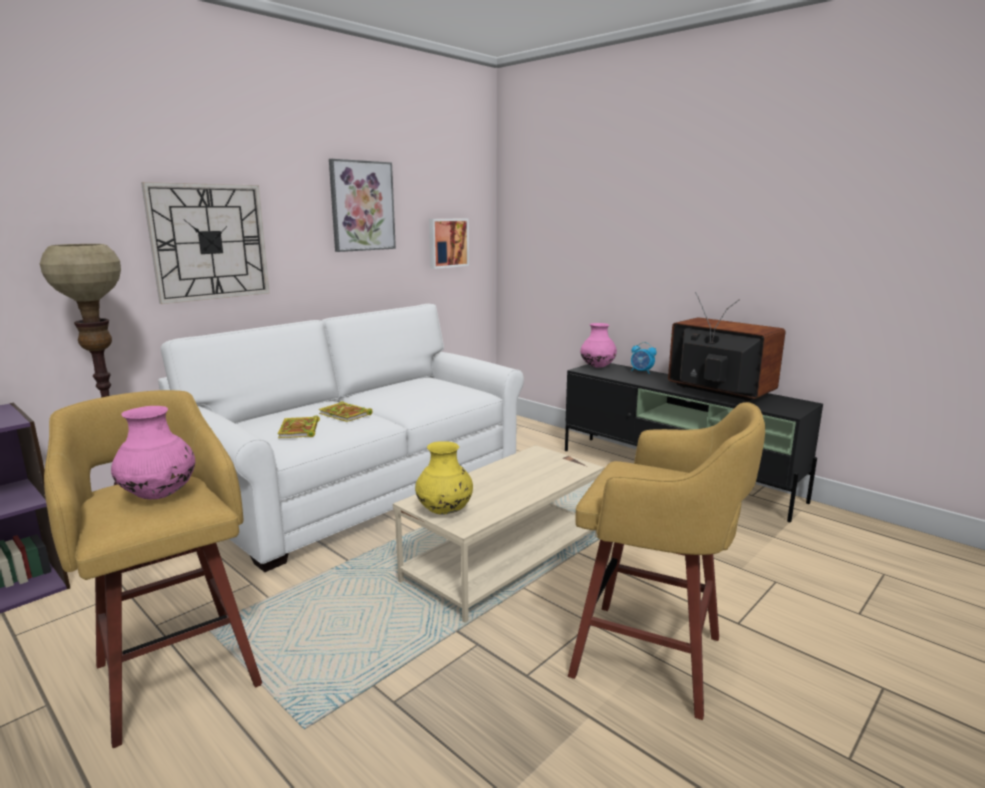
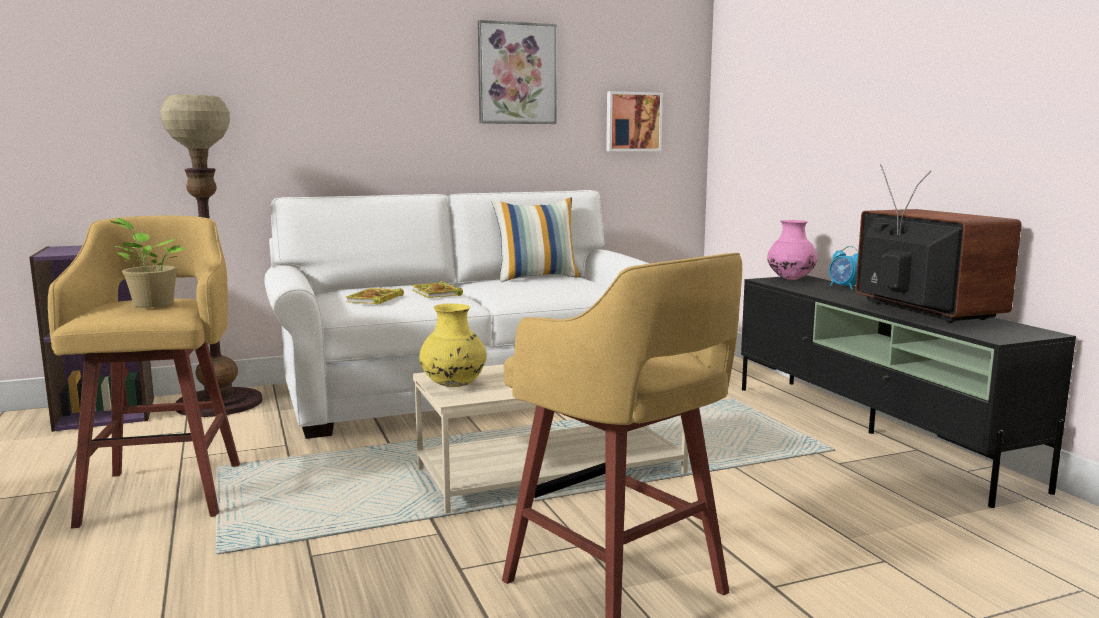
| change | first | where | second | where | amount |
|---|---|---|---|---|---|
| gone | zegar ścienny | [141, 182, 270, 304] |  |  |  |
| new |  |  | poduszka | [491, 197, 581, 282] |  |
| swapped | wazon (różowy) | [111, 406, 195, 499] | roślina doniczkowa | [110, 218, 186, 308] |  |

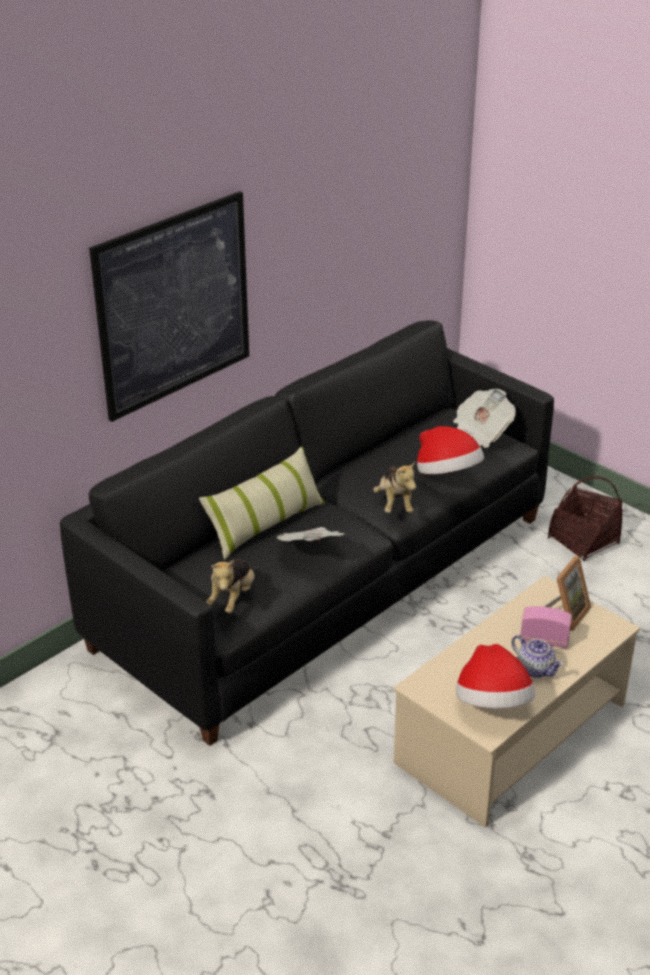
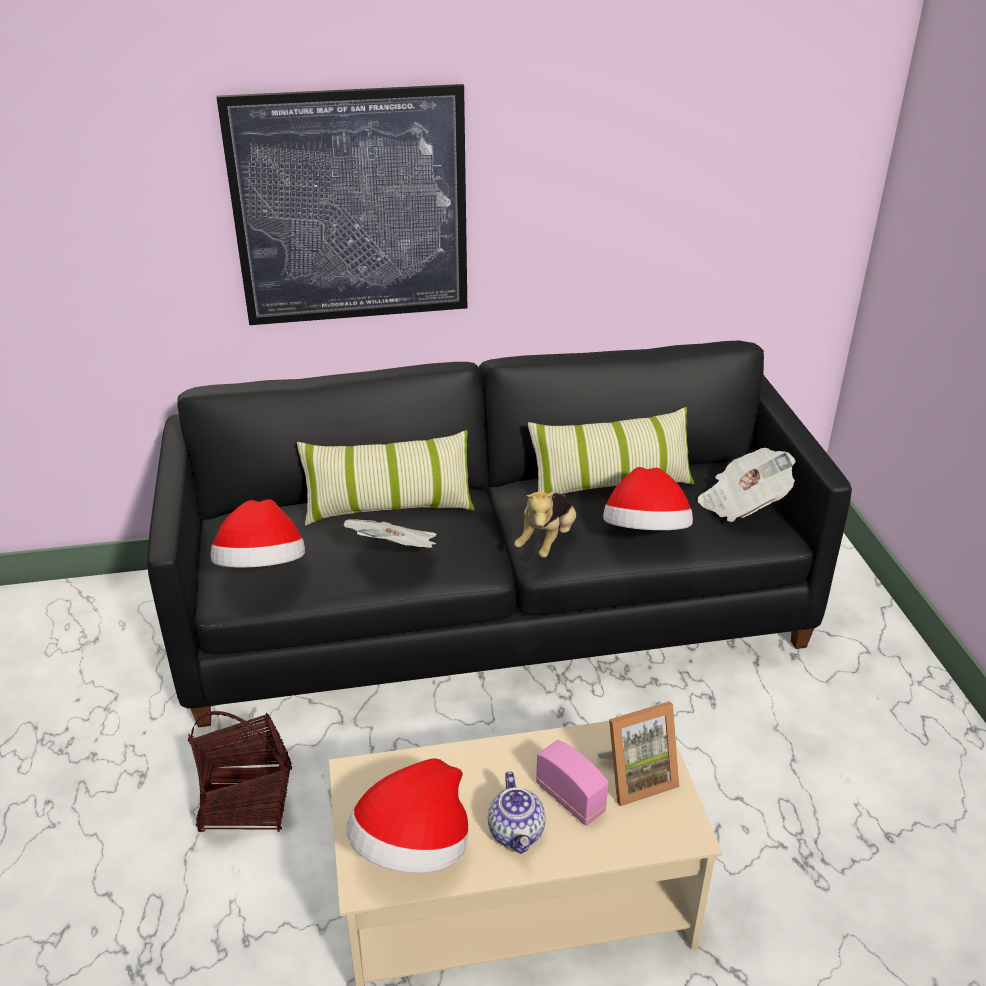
| change | first | where | second | where | amount |
|---|---|---|---|---|---|
| new |  |  | poduszka | [528, 407, 694, 494] |  |
| shifted | koszyk | [548, 476, 623, 561] |  | [187, 711, 292, 832] |  |
| swapped | pluszak | [205, 559, 255, 614] | kapelusz | [211, 499, 305, 568] |  |

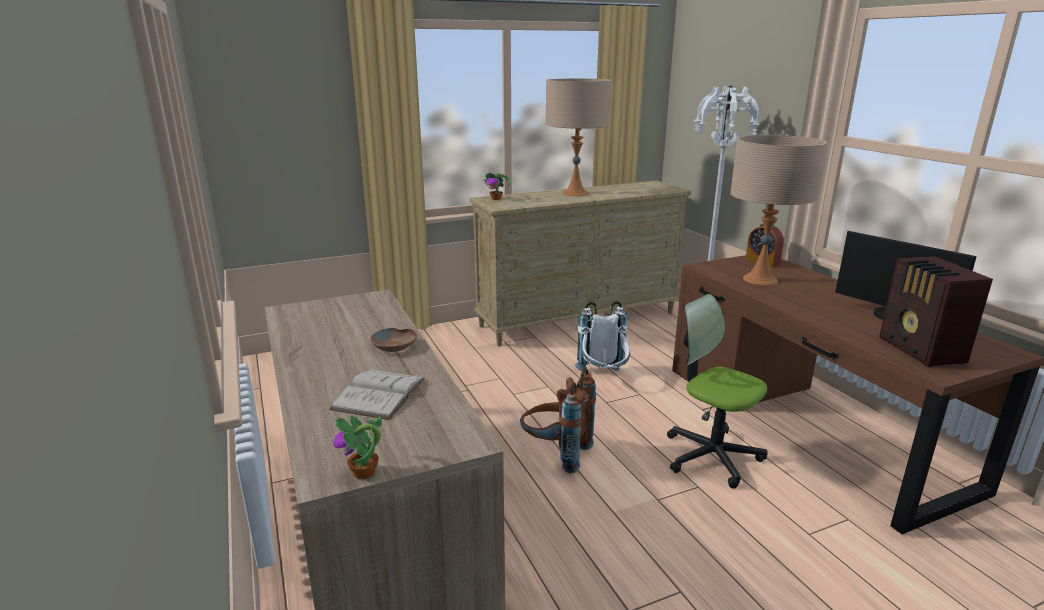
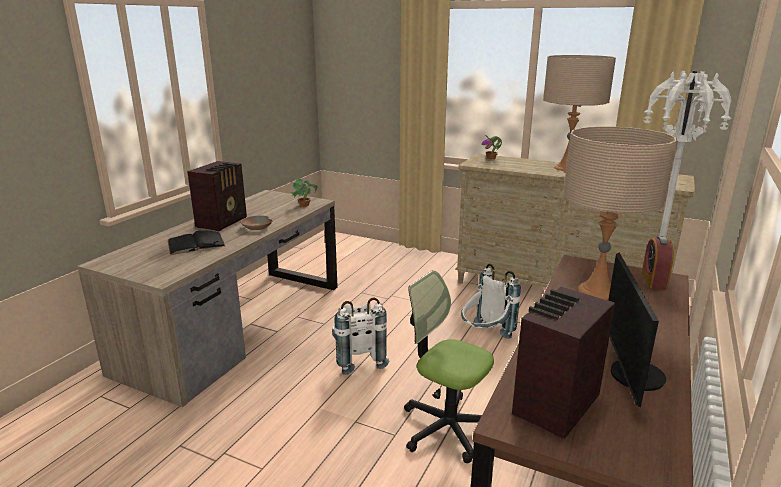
| change | first | where | second | where | amount |
|---|---|---|---|---|---|
| new |  |  | radio | [187, 161, 247, 231] |  |
| shifted | roślina doniczkowa | [333, 415, 382, 479] |  | [290, 178, 318, 207] |  |
| repainted | książka (biały) | [329, 370, 425, 420] | książka (czarny) | [168, 230, 225, 255] |  |
| repainted | plecak (brązowy) | [520, 369, 596, 473] | plecak (biały) | [332, 298, 389, 375] |  |
| rotated | krzesło biurowe | [667, 294, 768, 489] |  | [404, 270, 494, 463] | 60 degrees counterclockwise |

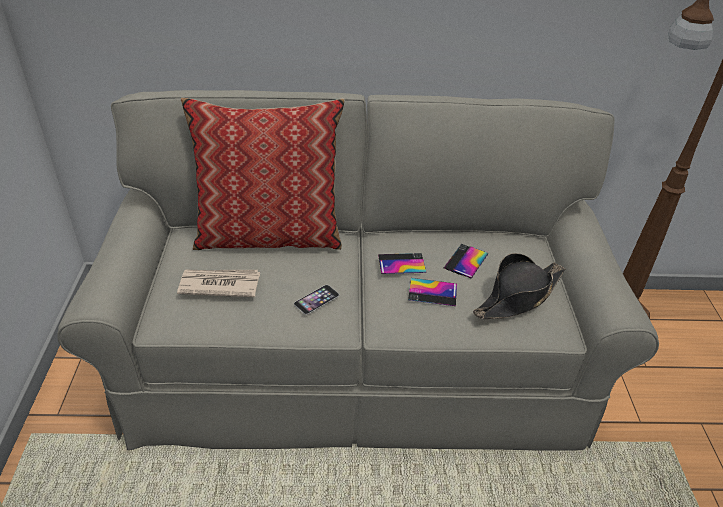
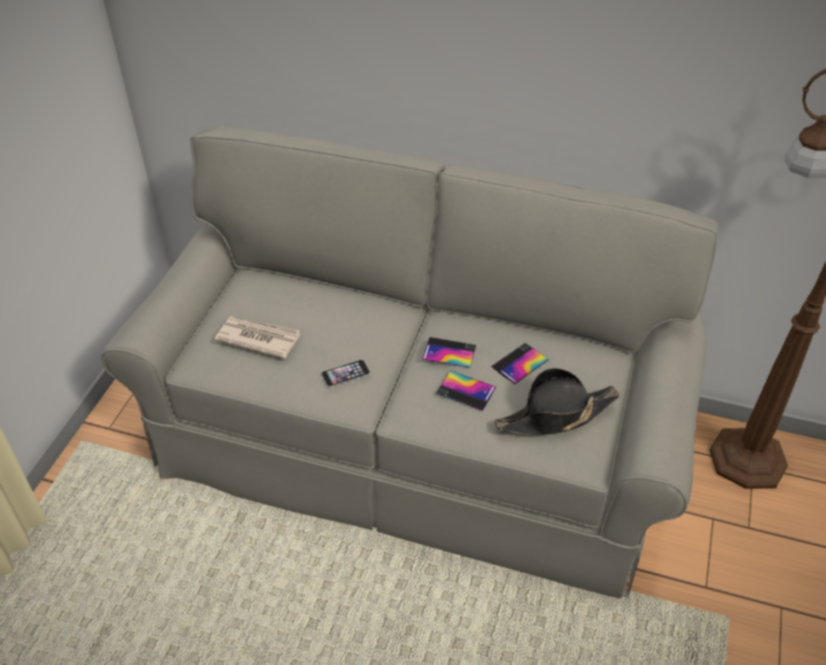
| change | first | where | second | where | amount |
|---|---|---|---|---|---|
| gone | poduszka | [181, 98, 345, 250] |  |  |  |

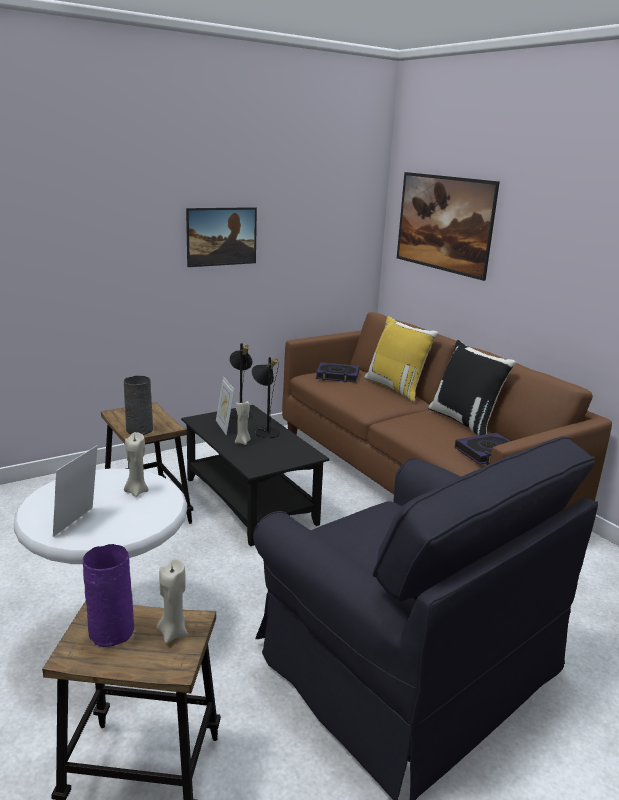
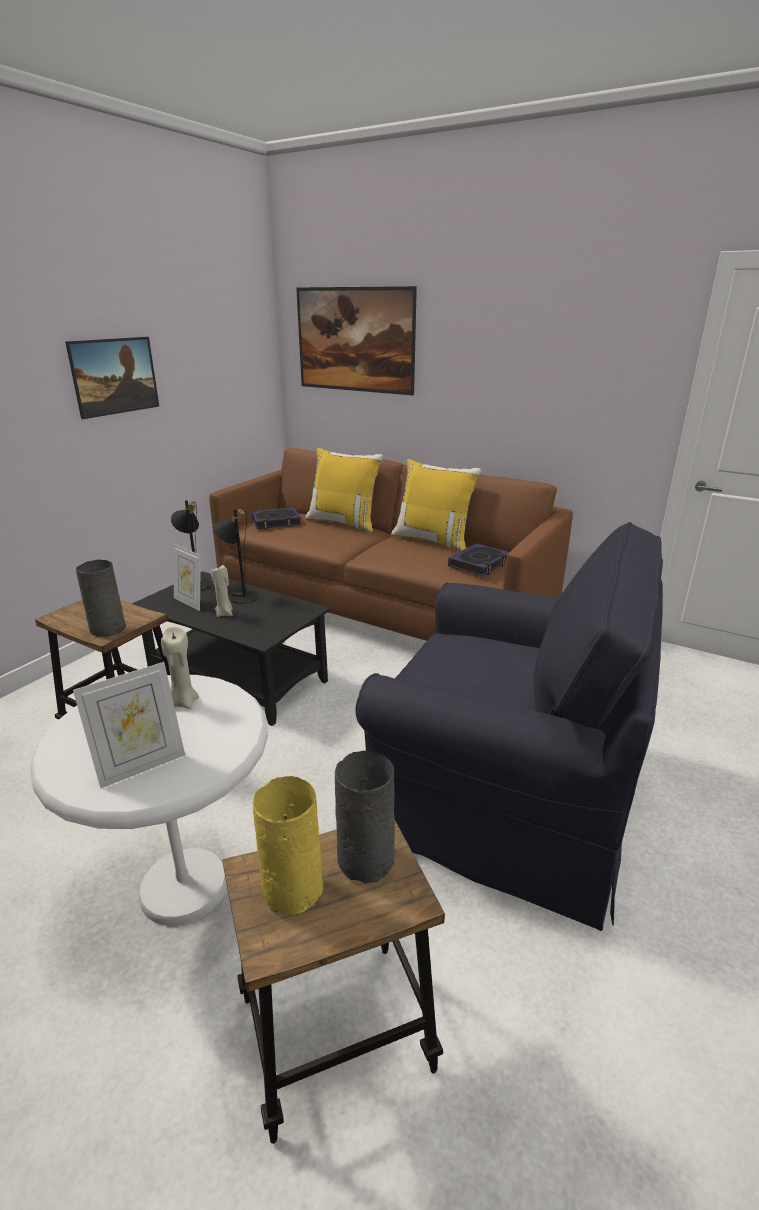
| change | first | where | second | where | amount |
|---|---|---|---|---|---|
| swapped | świeca (beżowy) | [157, 559, 187, 644] | wazon (szary) | [335, 750, 395, 884] |  |
| repainted | wazon (fioletowy) | [82, 544, 134, 647] | wazon (żółty) | [253, 776, 323, 916] |  |
| repainted | poduszka (czarny) | [428, 340, 516, 436] | poduszka (żółty) | [391, 459, 481, 552] |  |
| rotated | ramka na zdjęcie | [53, 446, 98, 537] |  | [73, 662, 185, 788] | 120 degrees counterclockwise |

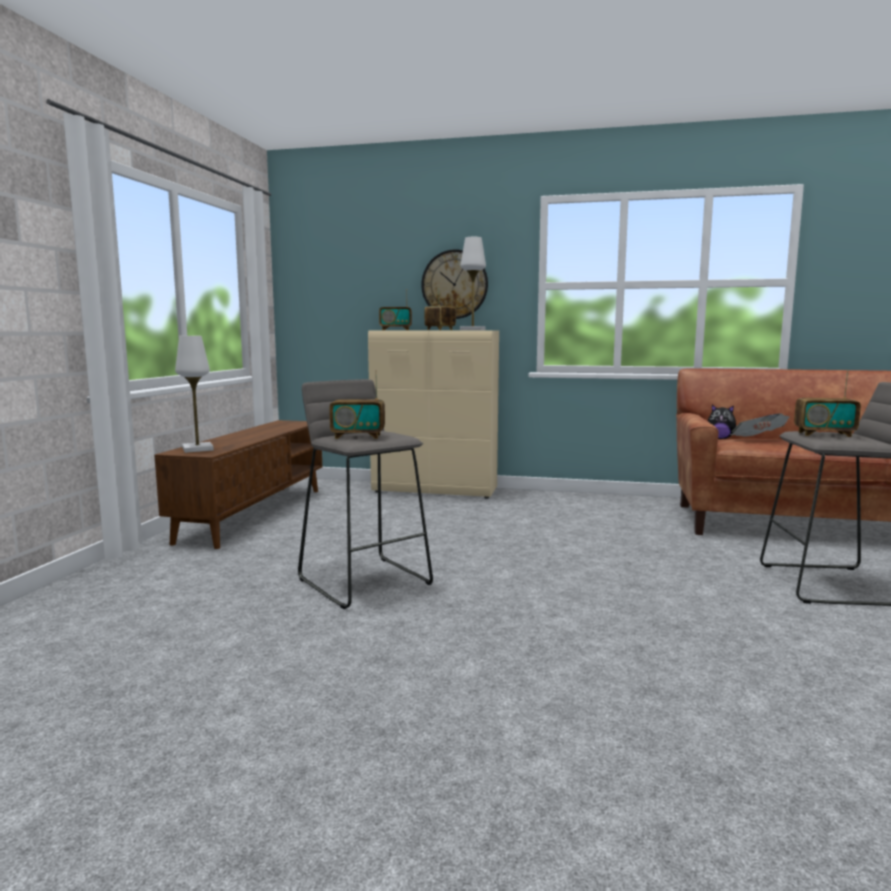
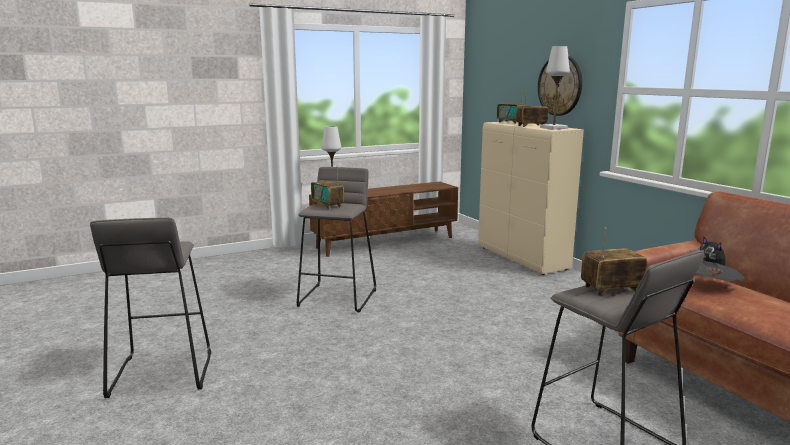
| change | first | where | second | where | amount |
|---|---|---|---|---|---|
| new |  |  | stołek (szary) | [90, 217, 211, 398] |  |
| rotated | radio | [794, 370, 861, 437] |  | [581, 227, 647, 295] | 105 degrees clockwise |

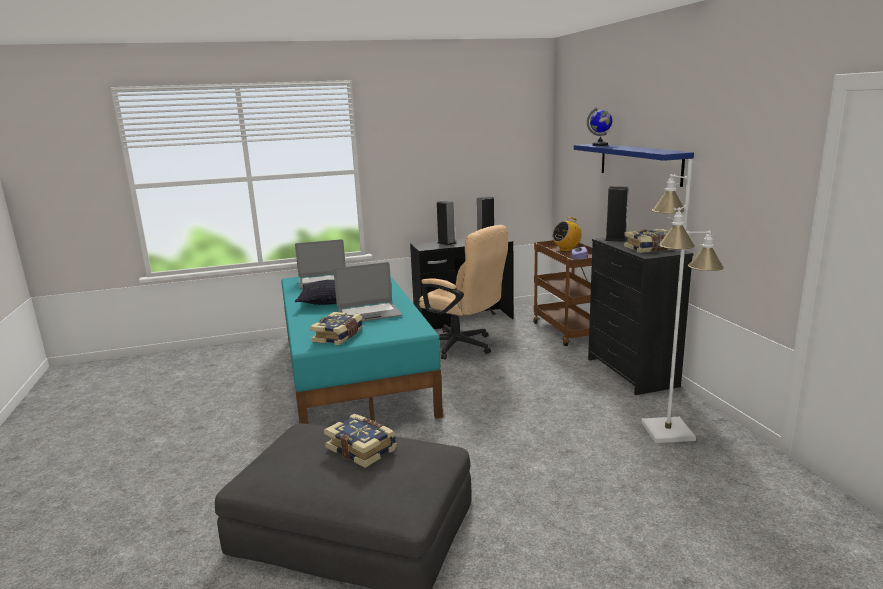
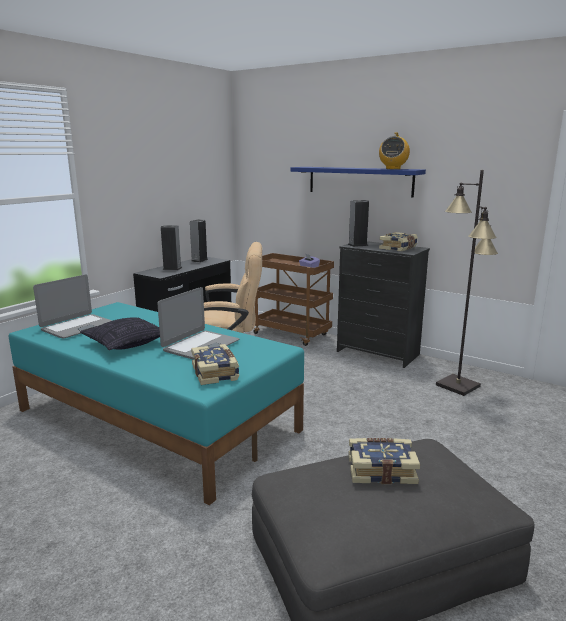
| change | first | where | second | where | amount |
|---|---|---|---|---|---|
| gone | globus | [587, 107, 612, 146] |  |  |  |
| shifted | radio | [552, 217, 582, 252] |  | [379, 133, 410, 169] |  |
| repainted | lampa stojąca (biały) | [641, 159, 724, 443] | lampa stojąca (czarny) | [436, 170, 498, 396] |  |

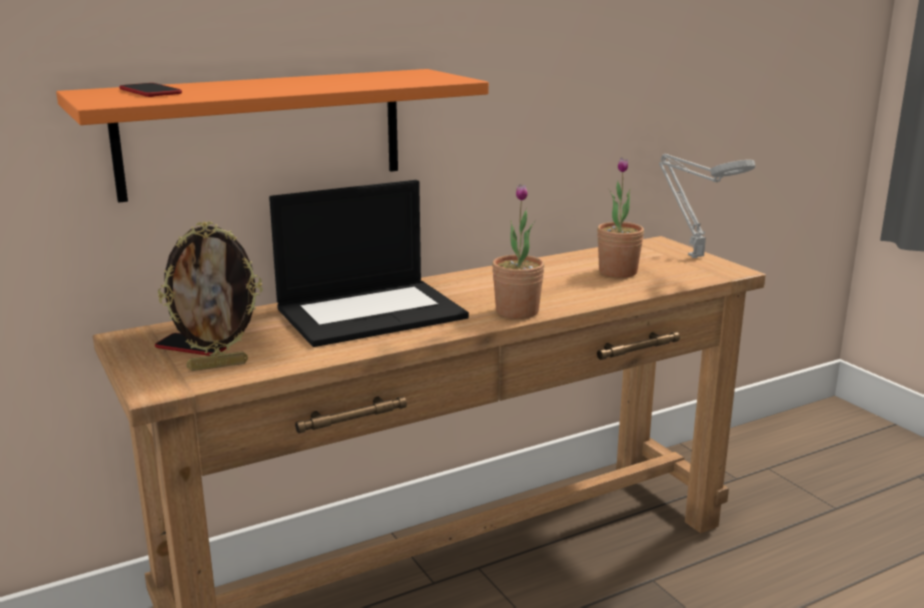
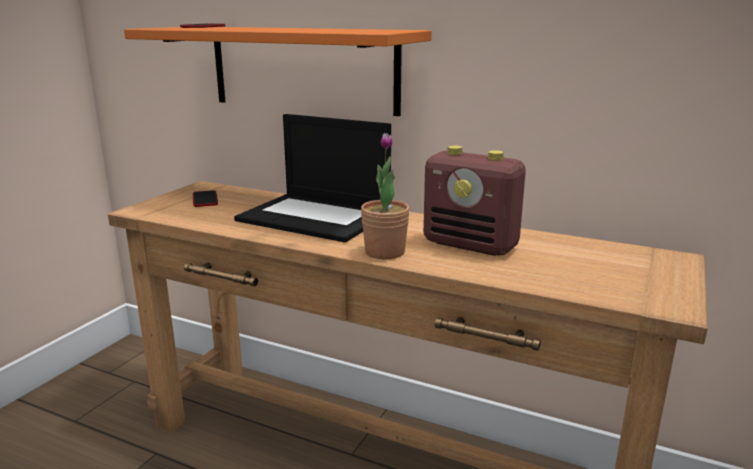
| change | first | where | second | where | amount |
|---|---|---|---|---|---|
| gone | ramka na zdjęcie | [158, 221, 262, 371] |  |  |  |
| gone | roślina doniczkowa | [597, 157, 644, 278] |  |  |  |
| gone | lampa stołowa (szary) | [659, 154, 755, 258] |  |  |  |
| new |  |  | radio | [423, 145, 526, 256] |  |

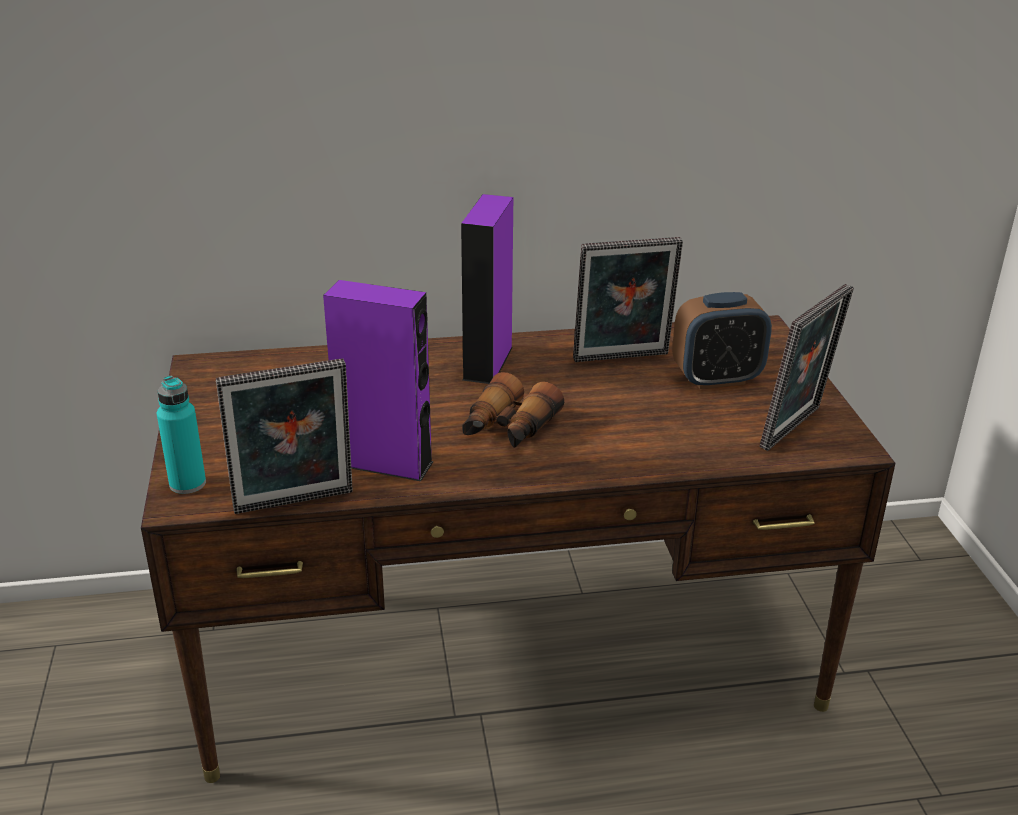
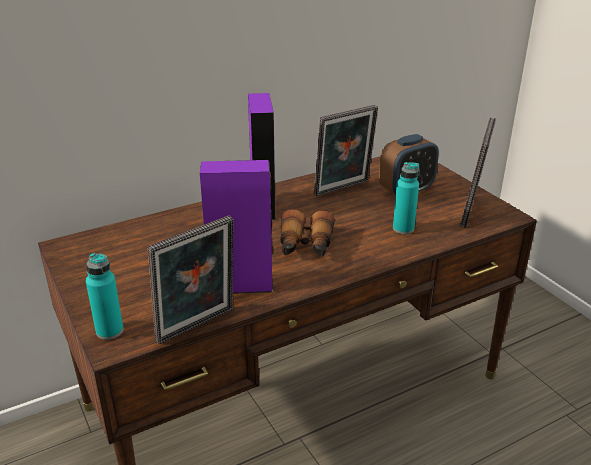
| change | first | where | second | where | amount |
|---|---|---|---|---|---|
| new |  |  | butelka (turkusowy) | [393, 162, 420, 234] |  |

